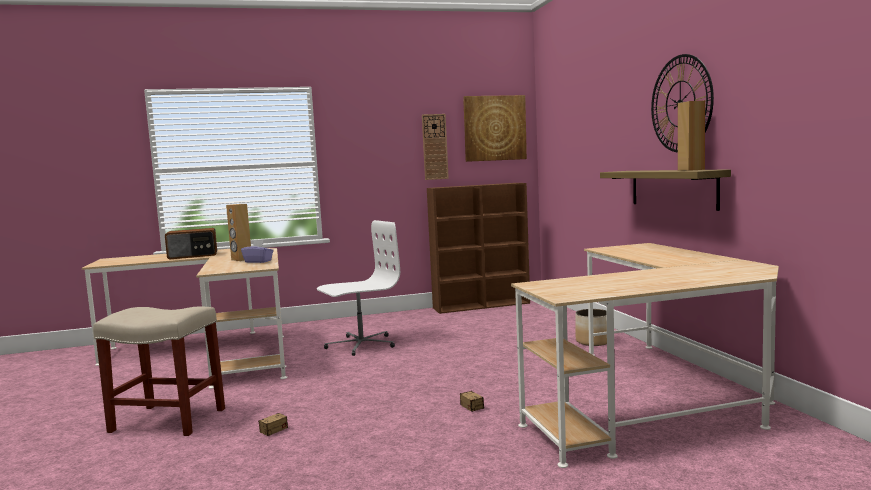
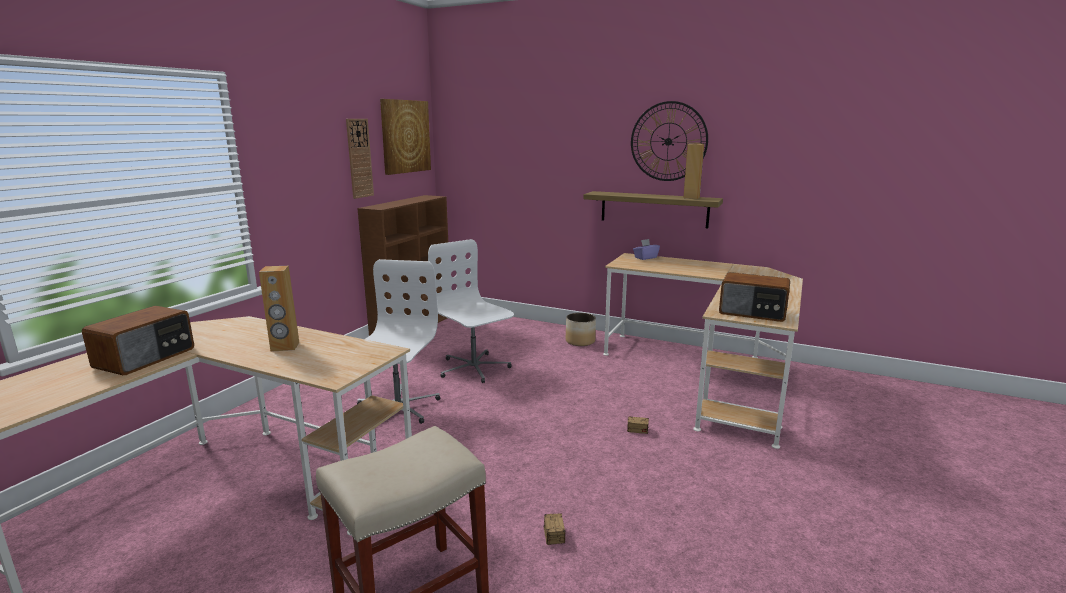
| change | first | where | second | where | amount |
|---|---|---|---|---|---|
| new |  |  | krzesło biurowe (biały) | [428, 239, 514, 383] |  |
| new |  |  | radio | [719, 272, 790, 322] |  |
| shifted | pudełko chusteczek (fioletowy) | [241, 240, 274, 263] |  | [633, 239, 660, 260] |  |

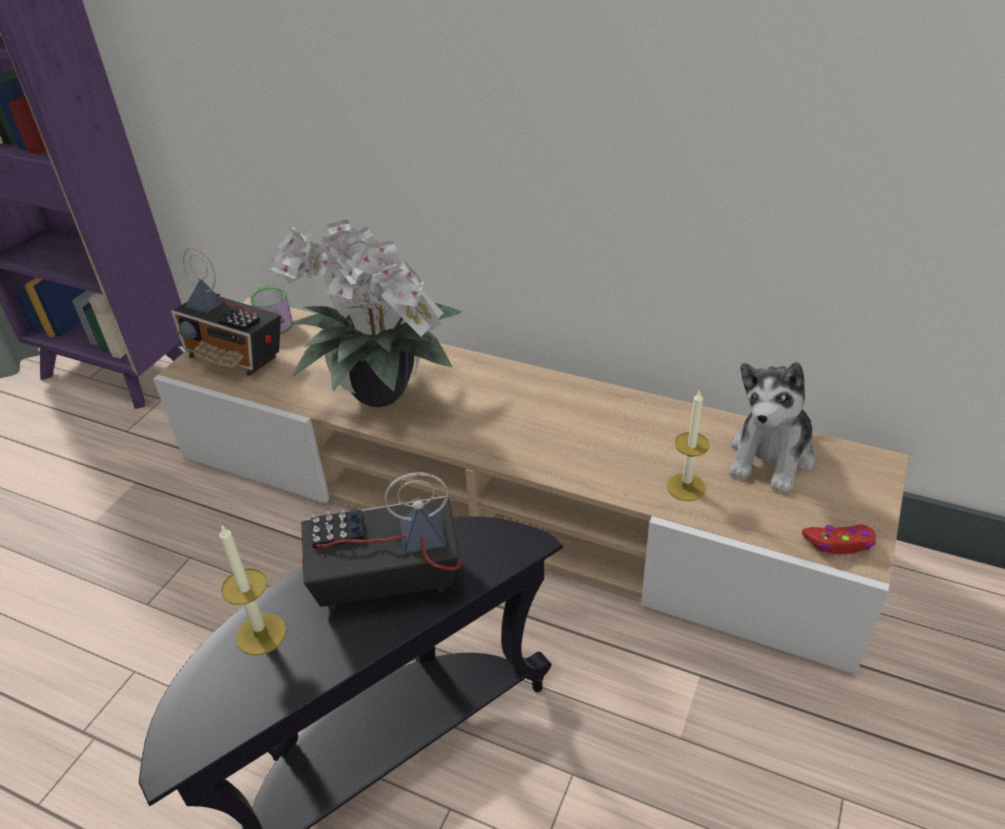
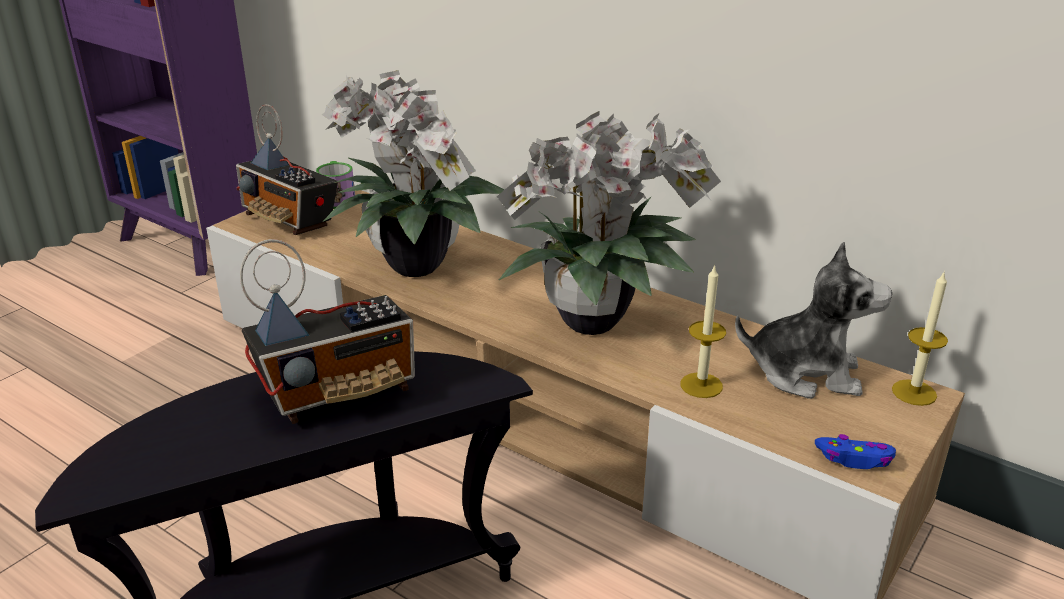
| change | first | where | second | where | amount |
|---|---|---|---|---|---|
| new |  |  | roślina doniczkowa | [497, 111, 721, 335] |  |
| shifted | świeca | [219, 526, 287, 655] |  | [892, 271, 948, 406] |  |
| repainted | pad do gier (czerwony) | [802, 525, 876, 554] | pad do gier (niebieski) | [815, 434, 896, 469] |  |
| rotated | radio | [301, 472, 461, 610] |  | [240, 239, 415, 424] | 150 degrees clockwise |
| rotated | pluszak | [729, 362, 815, 494] |  | [735, 242, 892, 399] | 120 degrees counterclockwise |

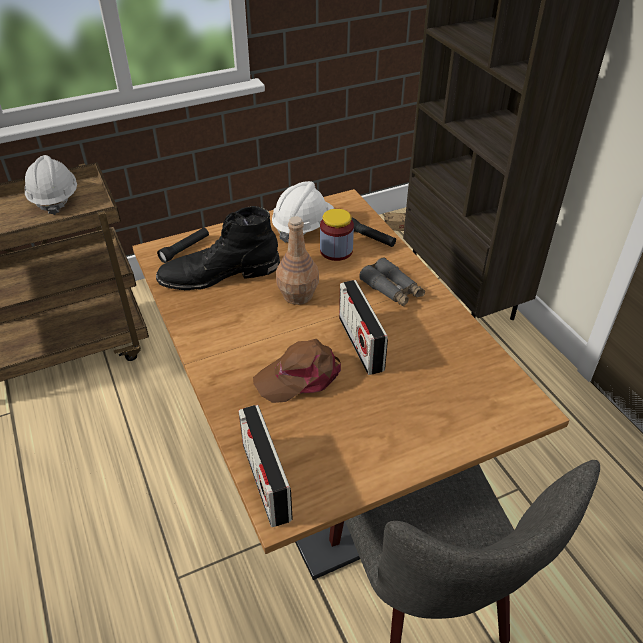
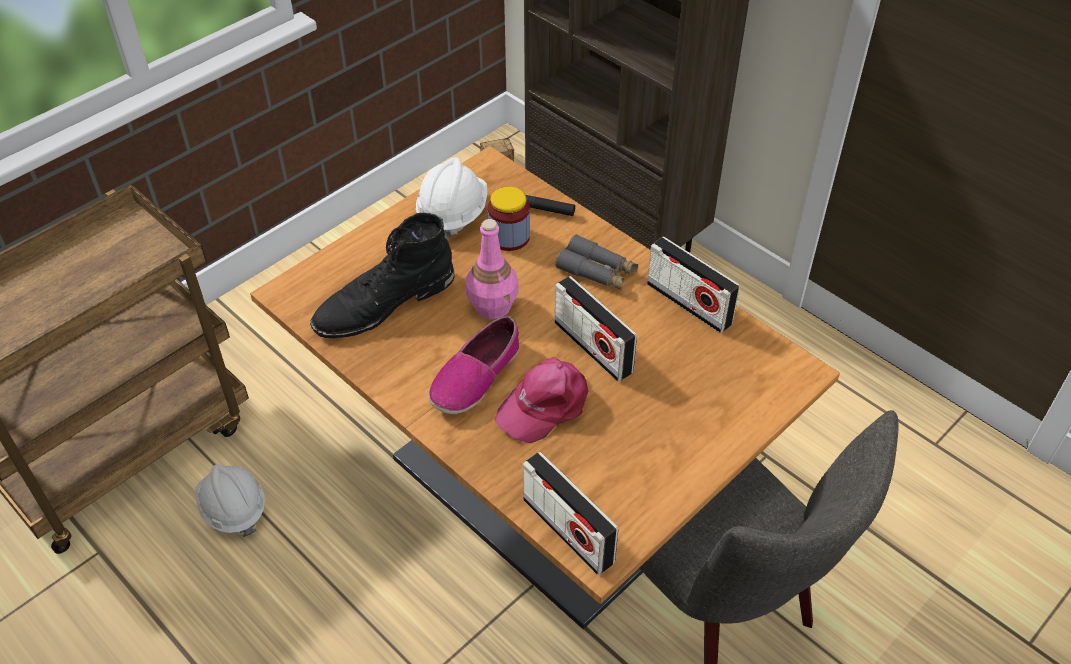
| change | first | where | second | where | amount |
|---|---|---|---|---|---|
| gone | latarka (czarny) | [157, 227, 209, 263] |  |  |  |
| new |  |  | but | [428, 316, 519, 414] |  |
| new |  |  | radio | [647, 237, 740, 333] |  |
| shifted | kask (biały) | [25, 155, 77, 215] |  | [195, 464, 265, 537] |  |
| repainted | czapka z daszkiem (brązowy) | [253, 339, 341, 403] | czapka z daszkiem (różowy) | [495, 357, 588, 443] |  |
| repainted | butelka (brązowy) | [276, 216, 319, 305] | butelka (różowy) | [466, 219, 518, 319] |  |

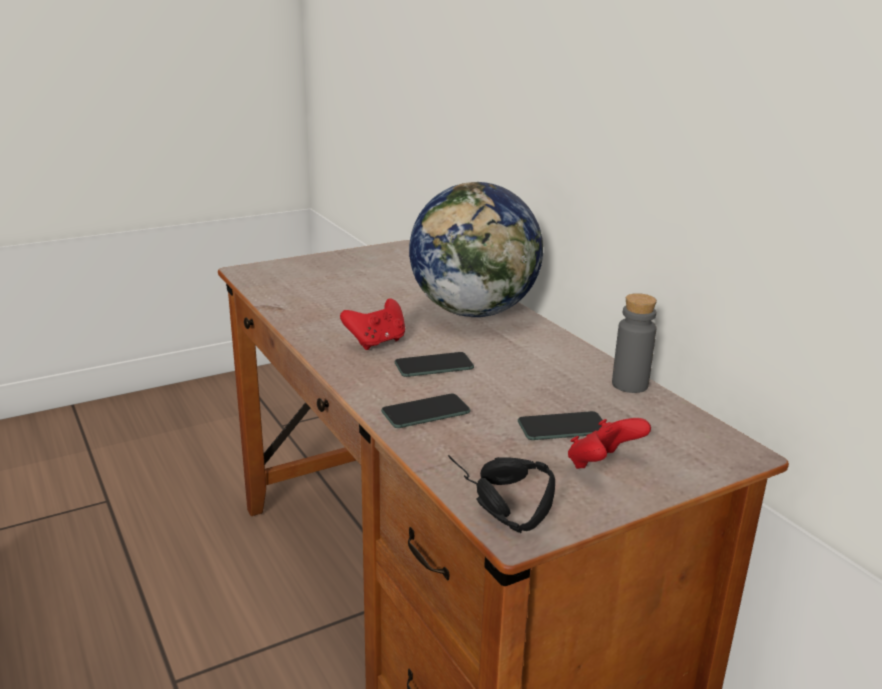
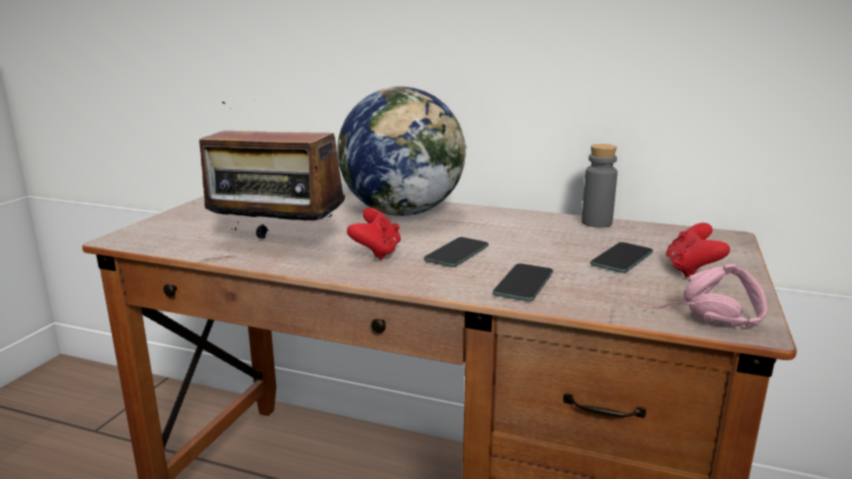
| change | first | where | second | where | amount |
|---|---|---|---|---|---|
| new |  |  | radio | [199, 100, 345, 239] |  |
| repainted | słuchawki (czarny) | [448, 455, 555, 533] | słuchawki (różowy) | [629, 264, 767, 328] |  |

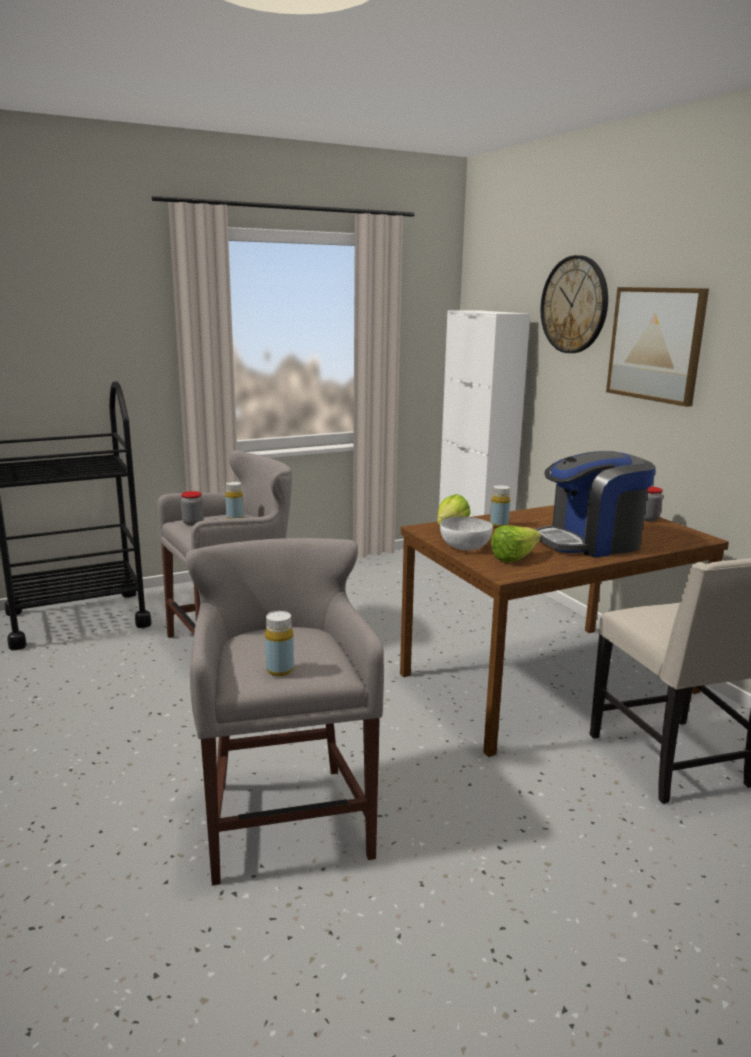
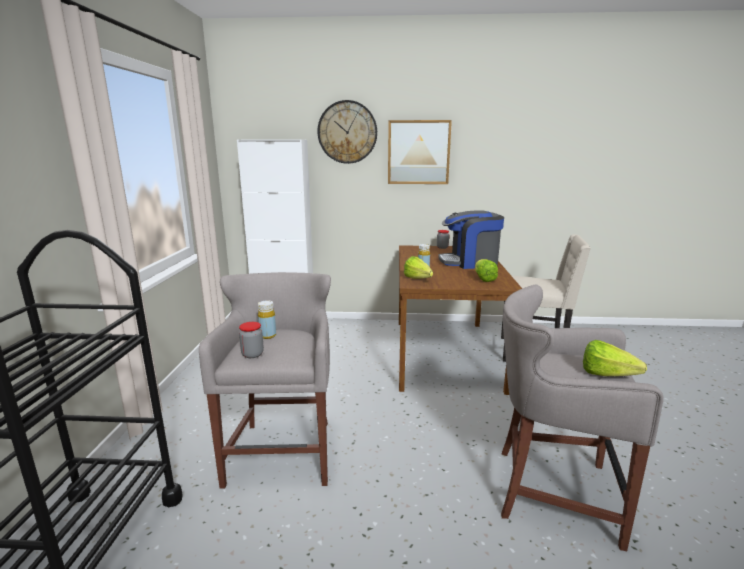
| change | first | where | second | where | amount |
|---|---|---|---|---|---|
| gone | miska (biały) | [440, 517, 493, 550] |  |  |  |
| swapped | butelka (żółty) | [265, 611, 294, 676] | sałata | [583, 340, 647, 376] |  |
| rotated | ekspres do kawy | [535, 451, 656, 557] |  | [438, 210, 504, 269] | 75 degrees clockwise |

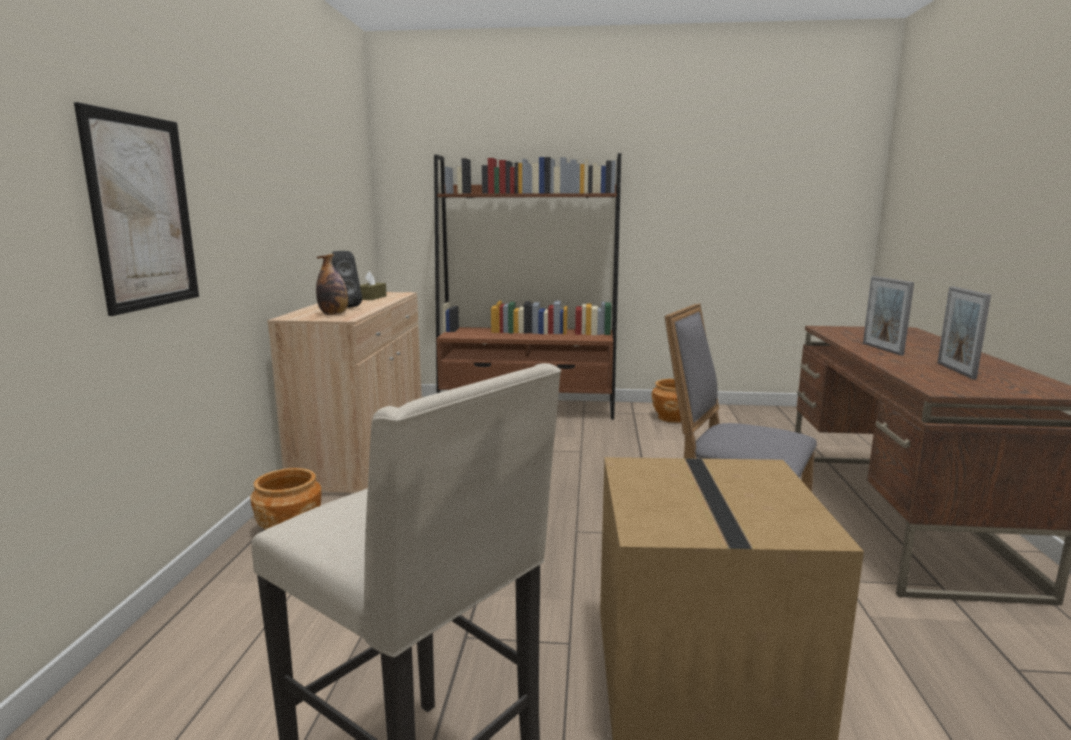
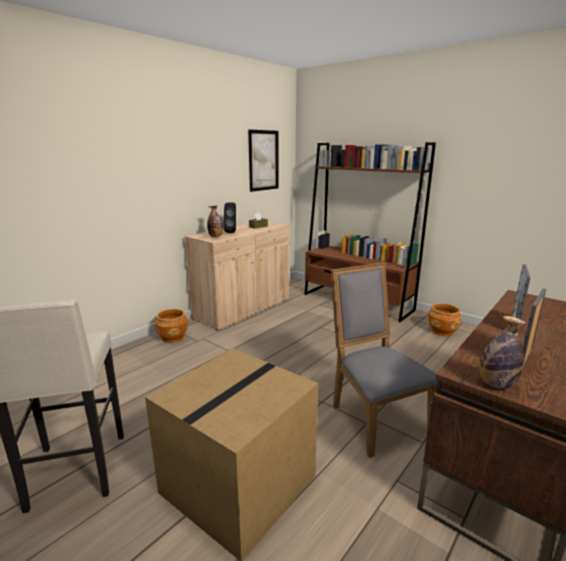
| change | first | where | second | where | amount |
|---|---|---|---|---|---|
| new |  |  | butelka | [479, 316, 526, 389] |  |
| shifted | obraz | [74, 102, 199, 316] |  | [248, 130, 279, 192] |  |

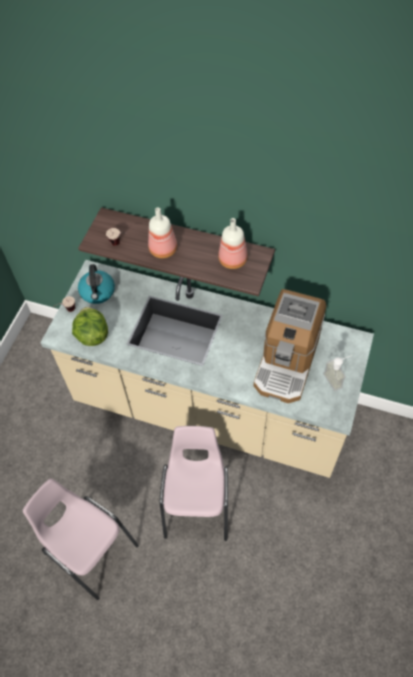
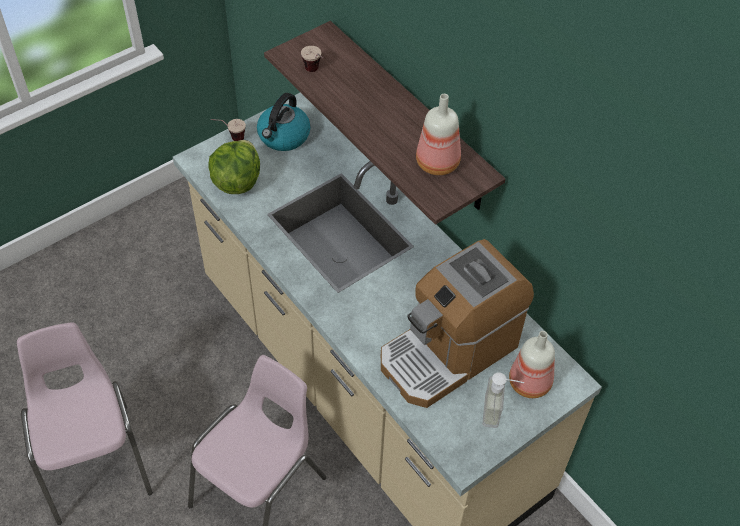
| change | first | where | second | where | amount |
|---|---|---|---|---|---|
| shifted | butelka | [148, 207, 177, 258] |  | [509, 331, 555, 398] |  |

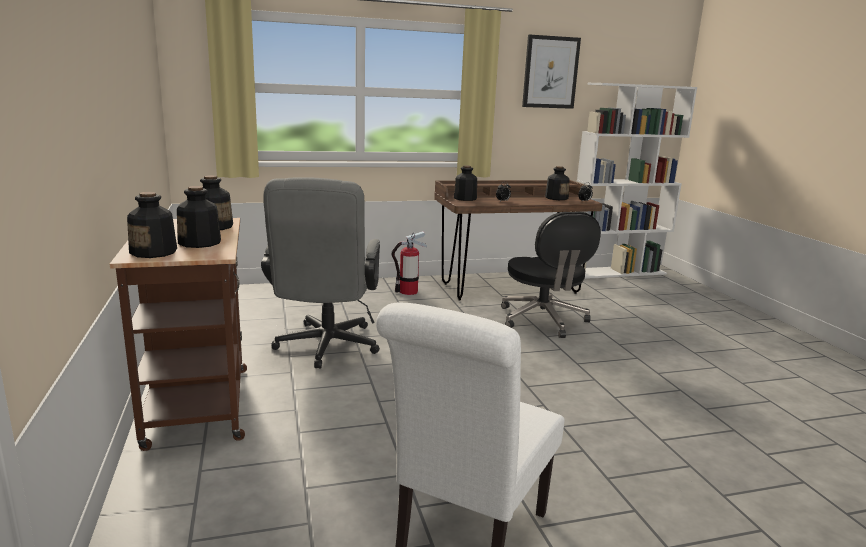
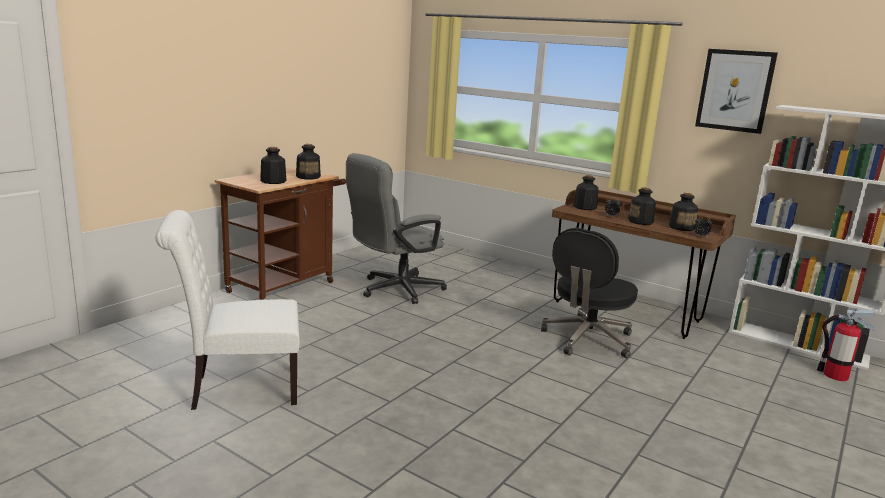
| change | first | where | second | where | amount |
|---|---|---|---|---|---|
| shifted | butelka | [127, 192, 177, 258] |  | [628, 187, 656, 225] |  |
| shifted | gaśnica | [392, 231, 427, 295] |  | [817, 308, 875, 381] |  |

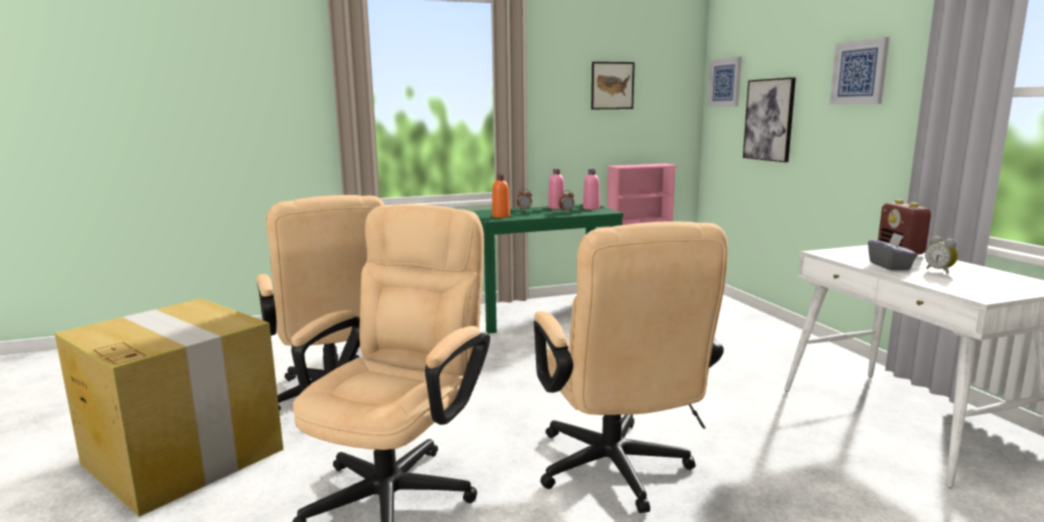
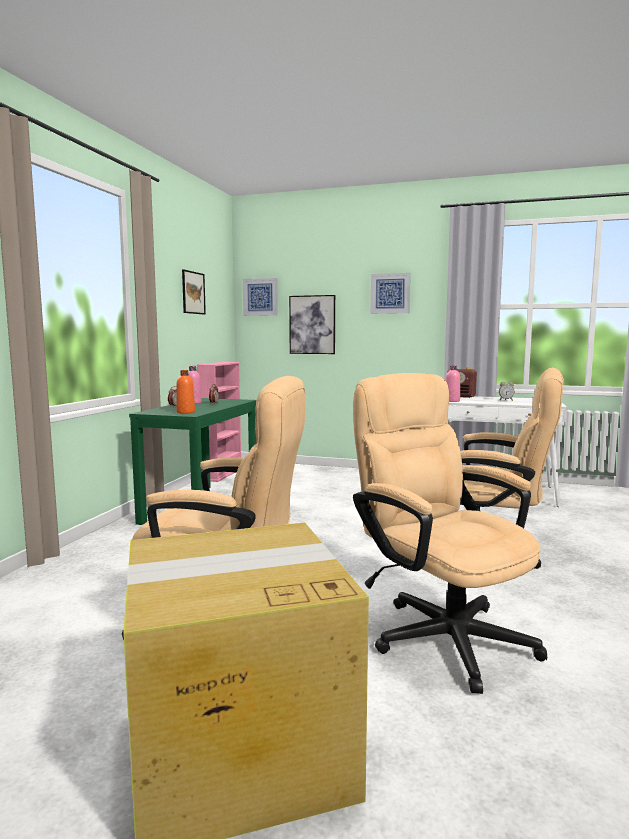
| change | first | where | second | where | amount |
|---|---|---|---|---|---|
| gone | pudełko chusteczek (szary) | [868, 233, 917, 270] |  |  |  |
| shifted | butelka (różowy) | [583, 169, 600, 210] |  | [446, 365, 460, 402] |  |

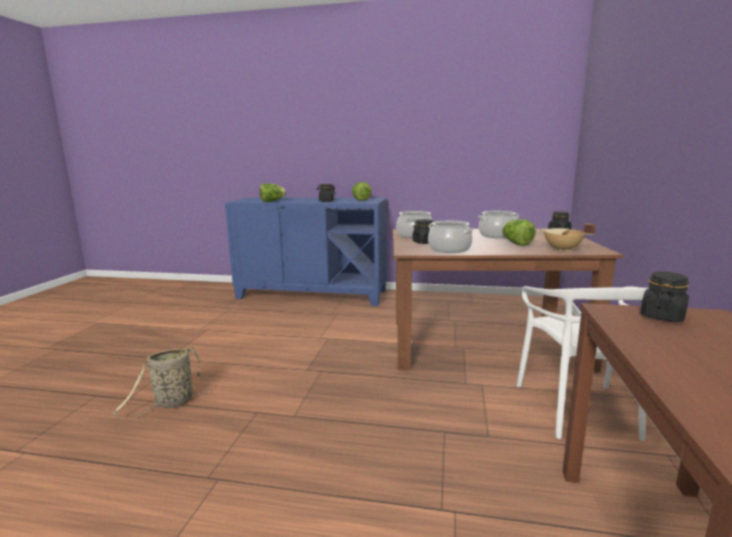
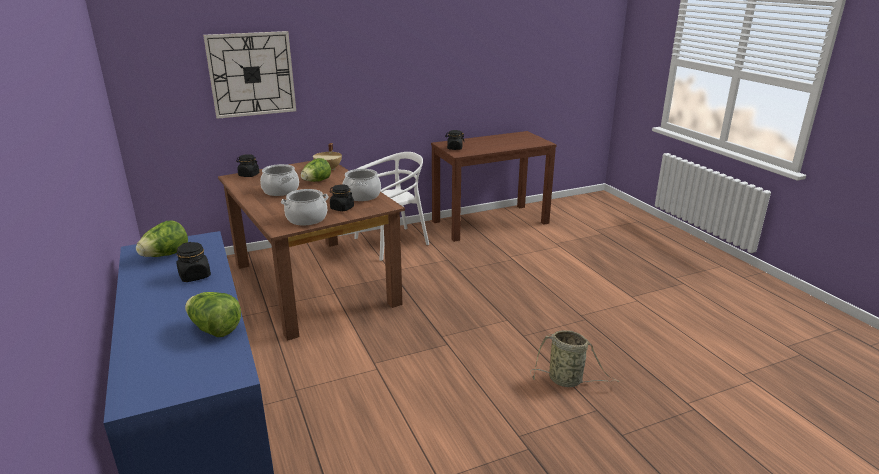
| change | first | where | second | where | amount |
|---|---|---|---|---|---|
| new |  |  | zegar ścienny | [203, 31, 296, 119] |  |

